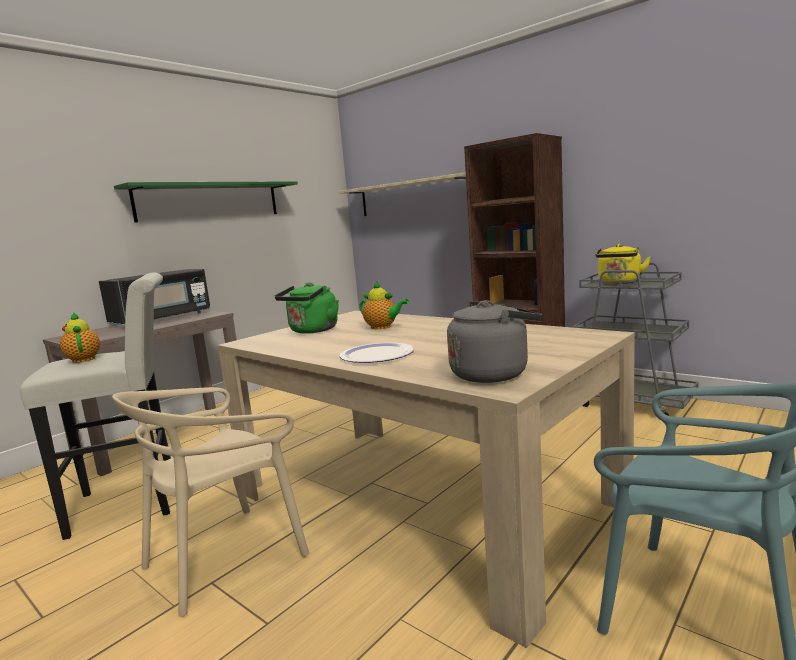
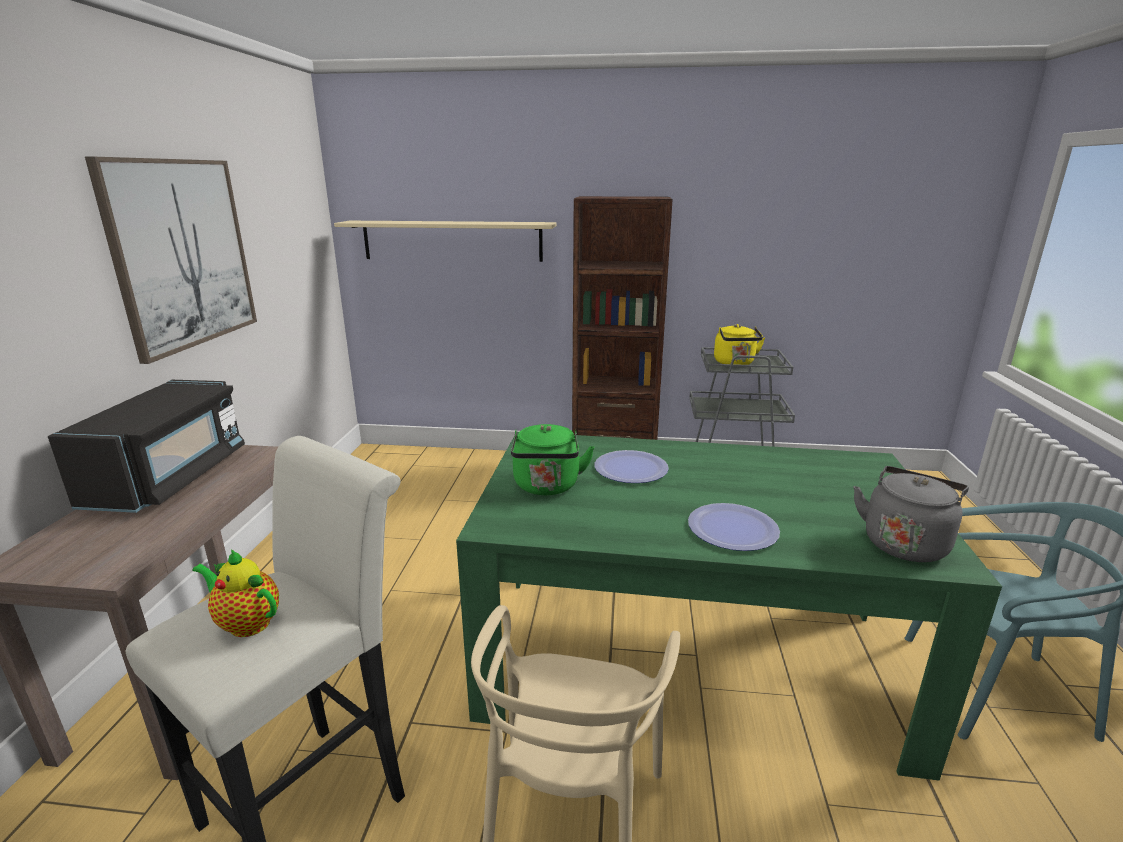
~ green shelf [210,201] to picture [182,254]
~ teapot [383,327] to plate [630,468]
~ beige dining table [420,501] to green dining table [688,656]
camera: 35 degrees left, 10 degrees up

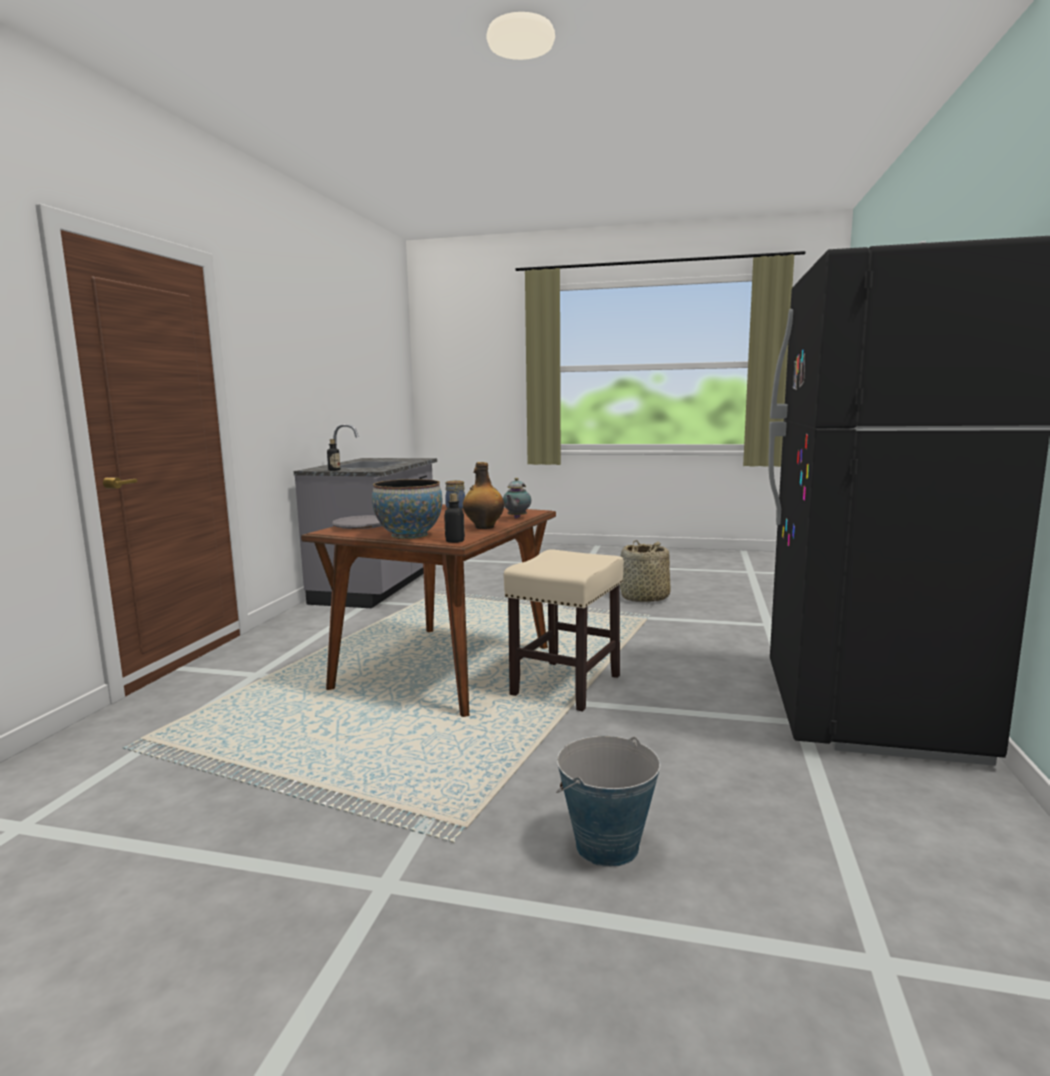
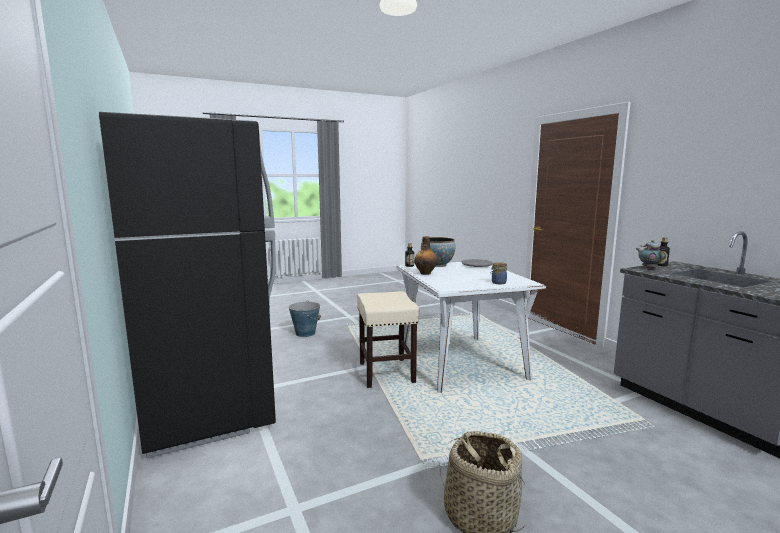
~ teapot [516,518] to [648,268]
~ brown dining table [444,667] to white dining table [461,362]
camera: 140 degrees right, 0 degrees up

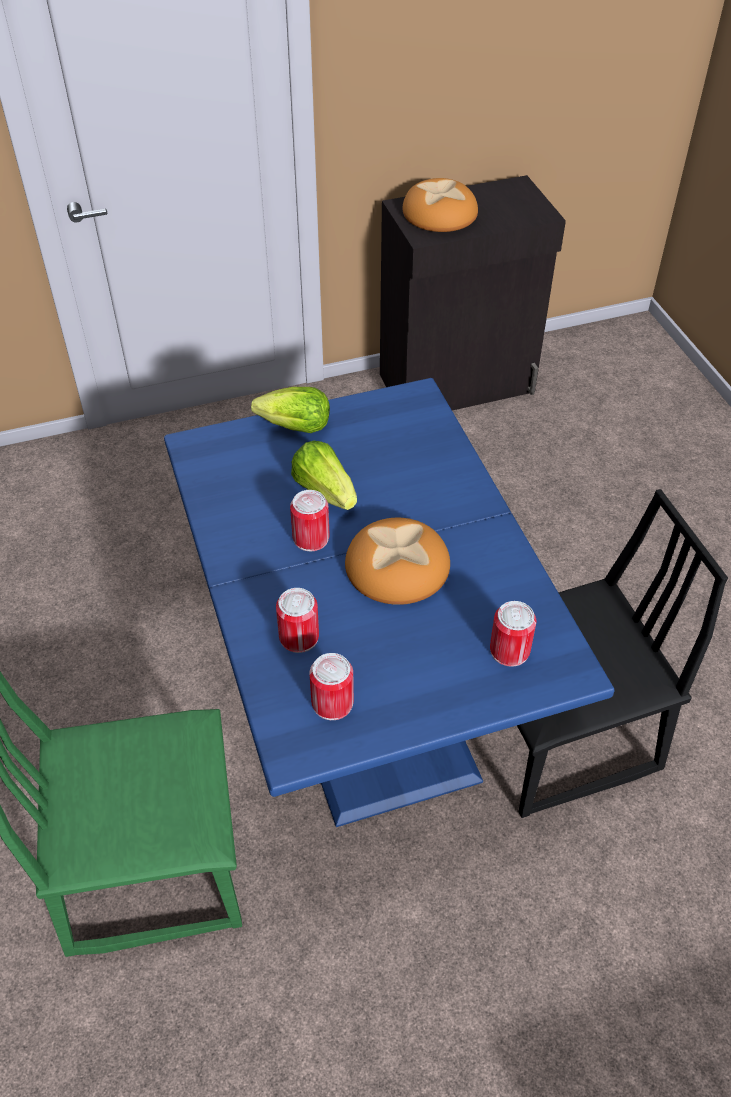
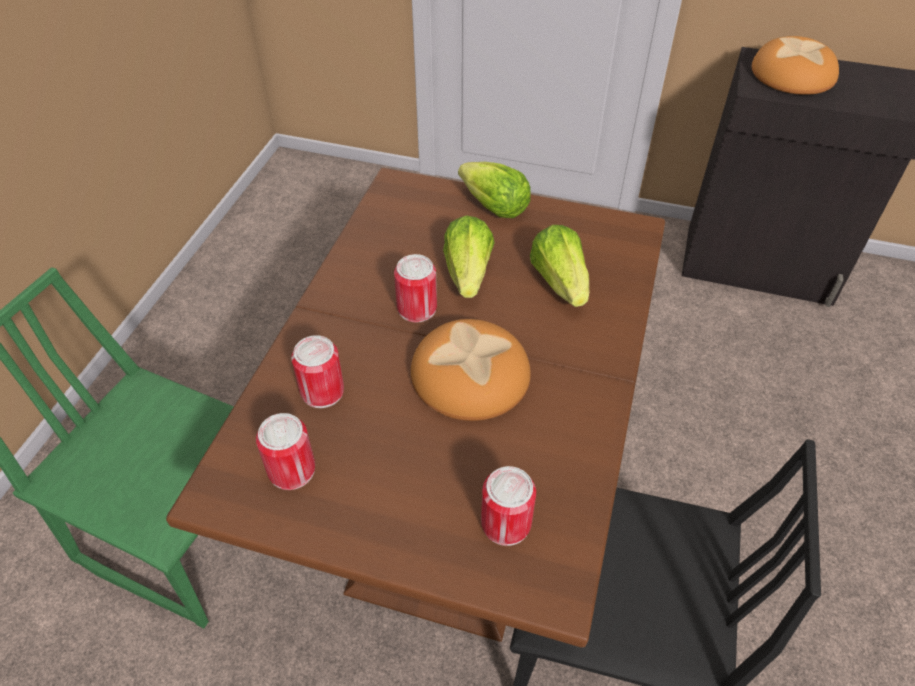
+ lettuce [560,282]
~ blue dining table [365,699] to brown dining table [457,498]
camera: 35 degrees right, 0 degrees up

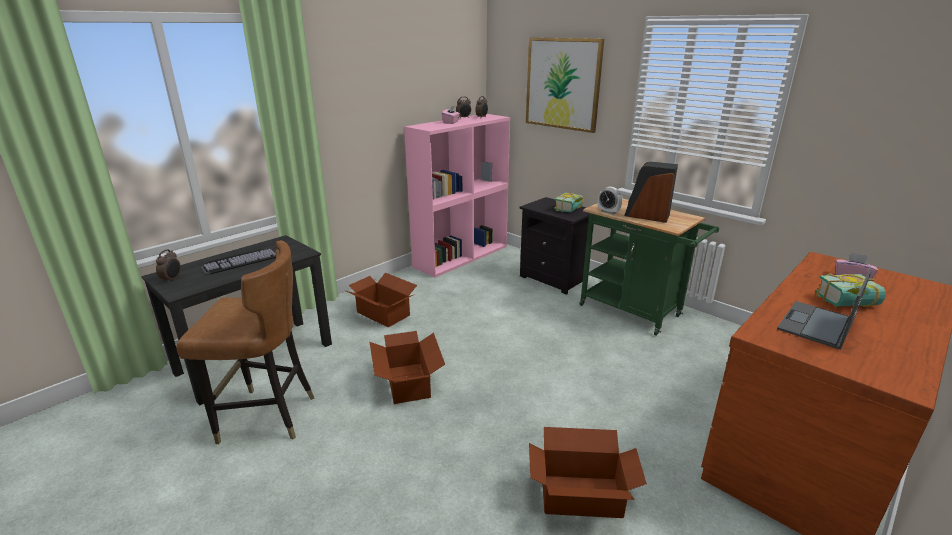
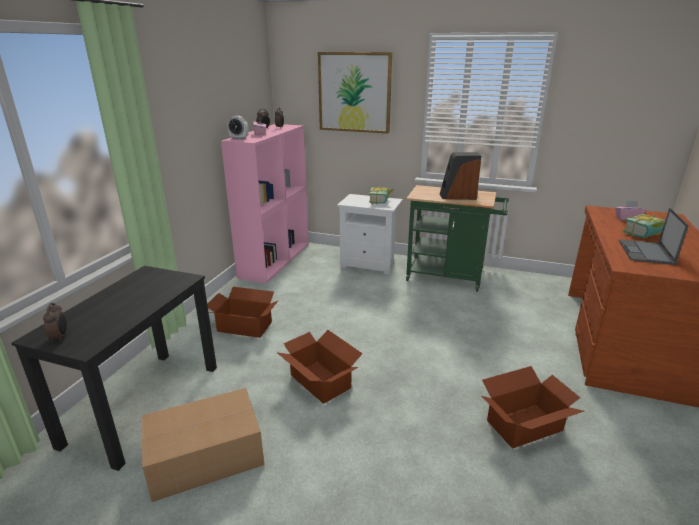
- keyboard [240,260]
~ alarm clock [608,212] to [239,138]
~ brown chair [266,417] to cardboard box [207,456]
~ black nightstand [554,279] to white nightstand [369,264]
camera: 25 degrees left, 0 degrees up

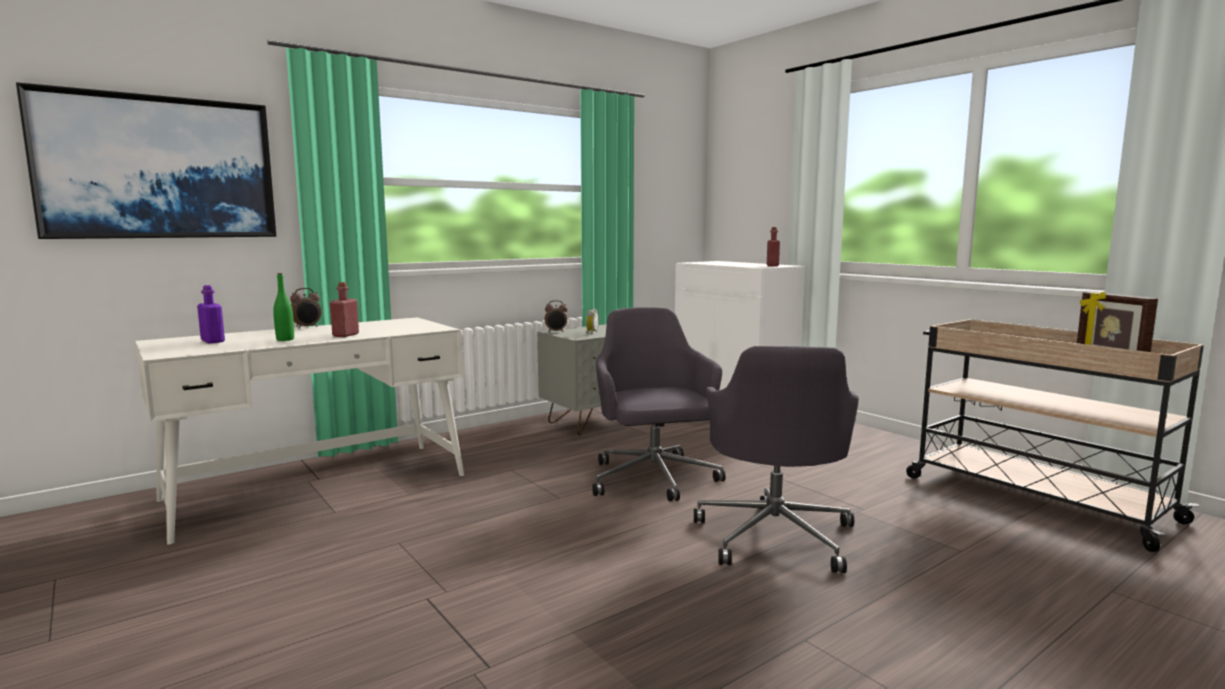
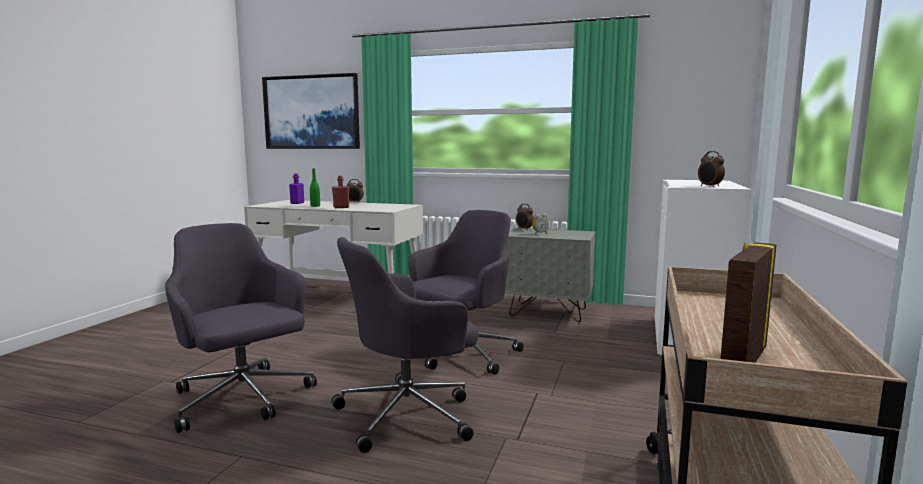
+ grey office chair [243,399]
~ red bottle [772,266] to alarm clock [709,186]
camera: 55 degrees right, 0 degrees up

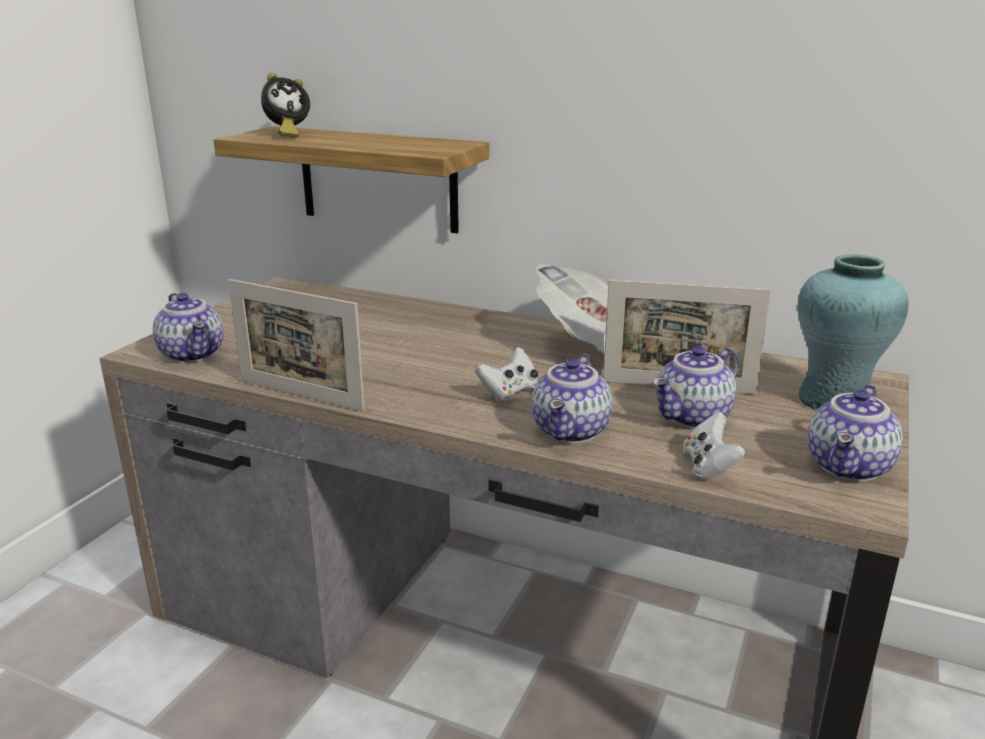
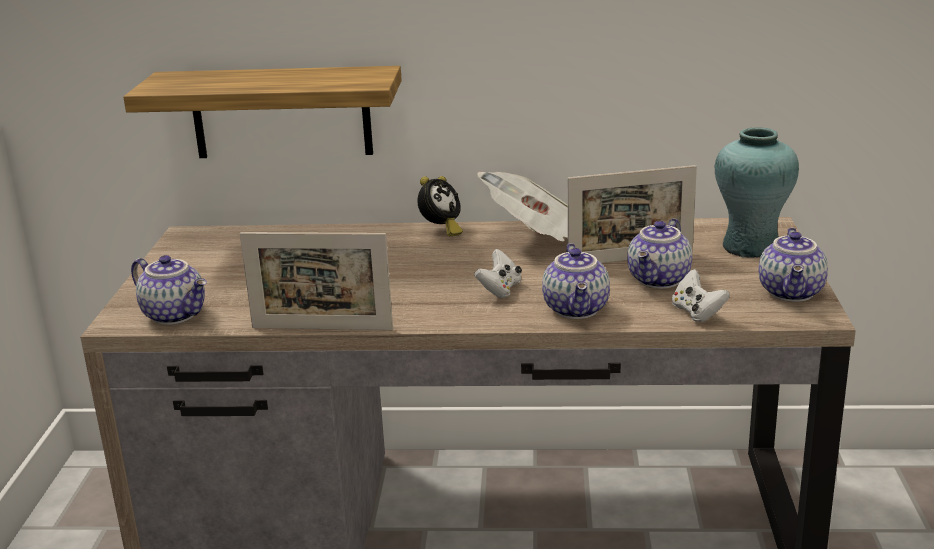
~ alarm clock [287,134] to [441,230]
camera: 20 degrees left, 0 degrees up

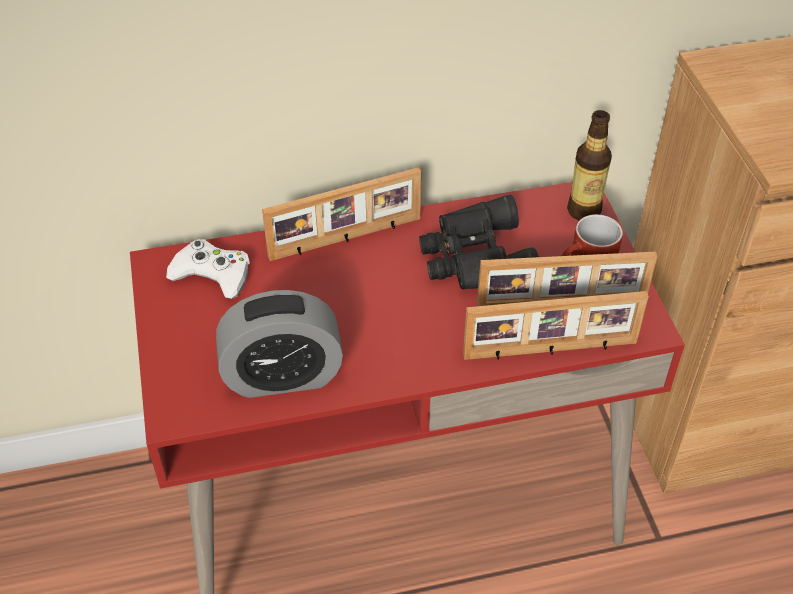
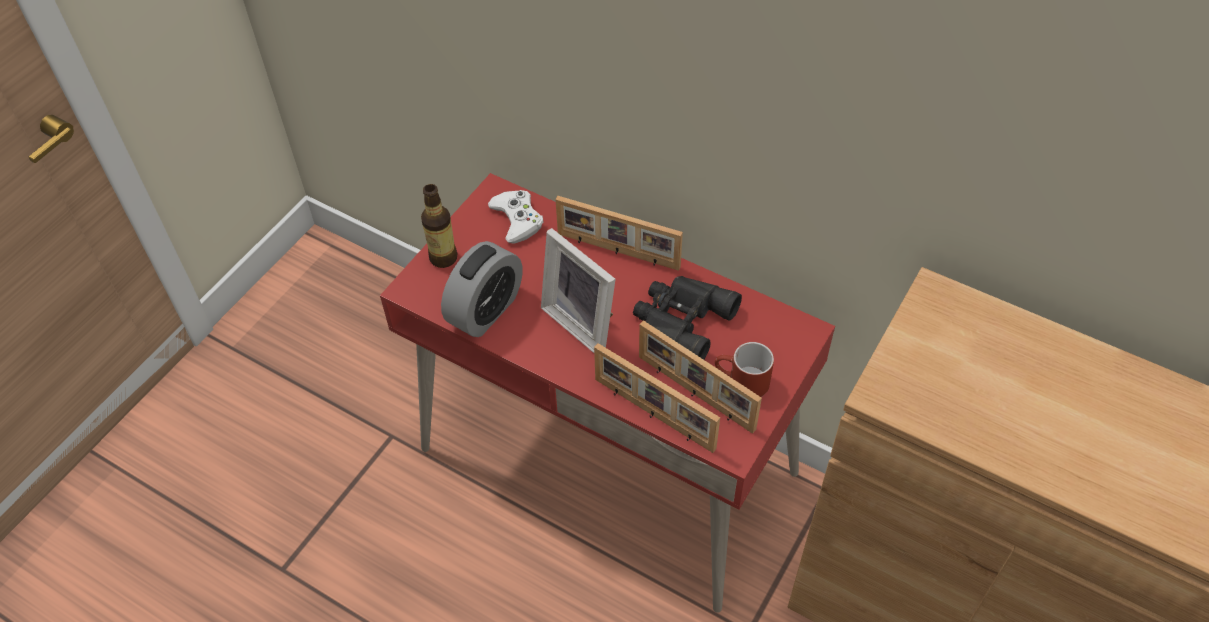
+ picture frame [584,322]
~ bottle [584,211] to [443,258]
~ alarm clock [282,376] = [485,310] 90 degrees counterclockwise
camera: 45 degrees right, 5 degrees up

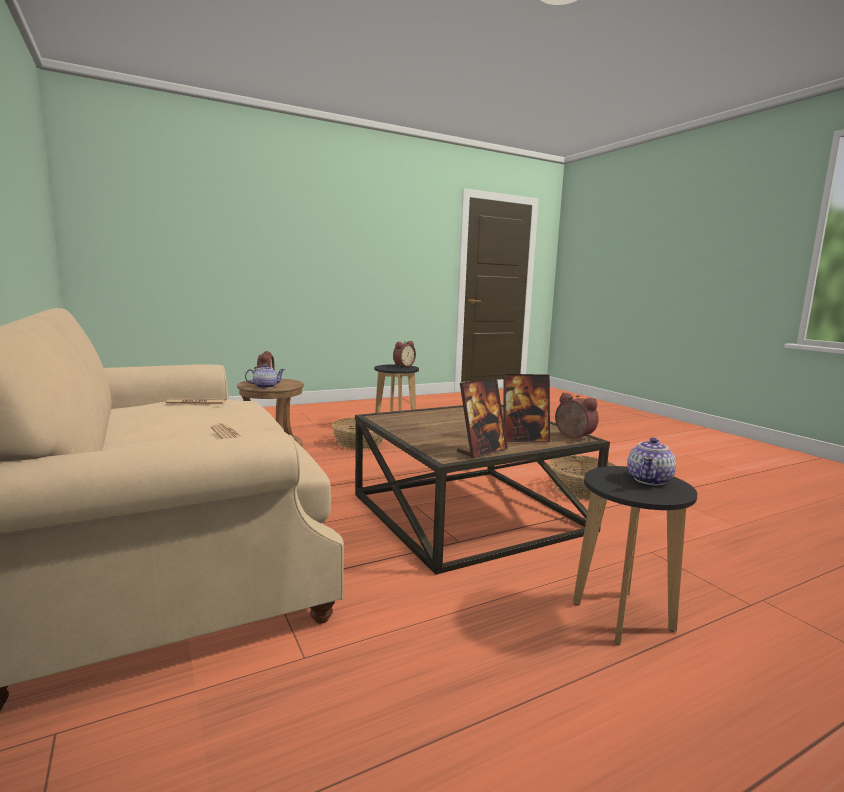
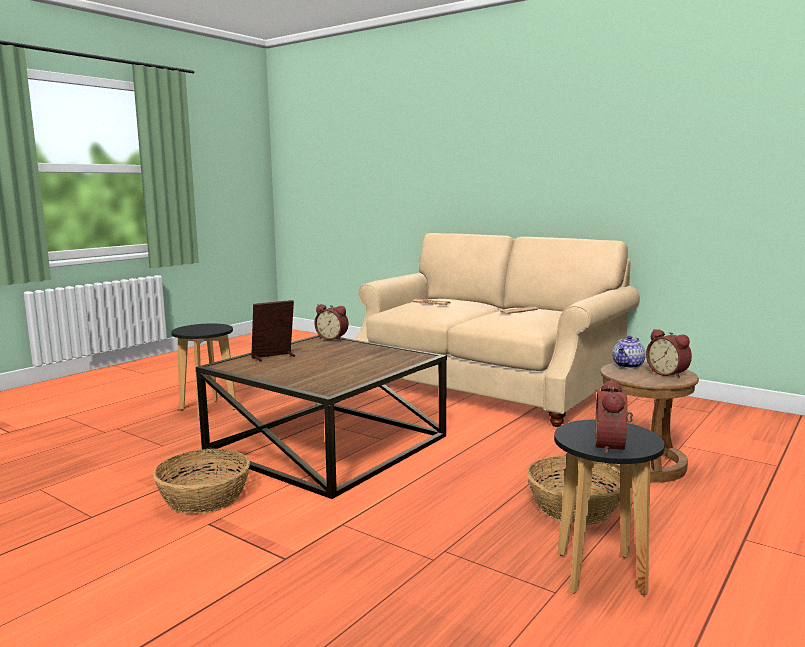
- picture frame [481,451]
- teapot [650,480]
~ alarm clock [573,437] to [332,338]
camera: 155 degrees right, 0 degrees up

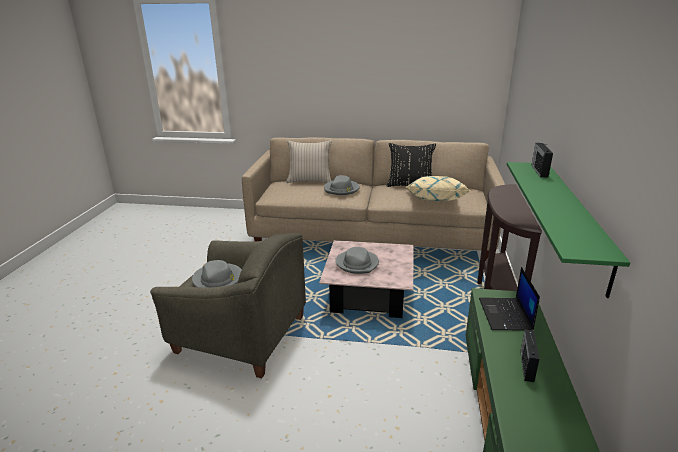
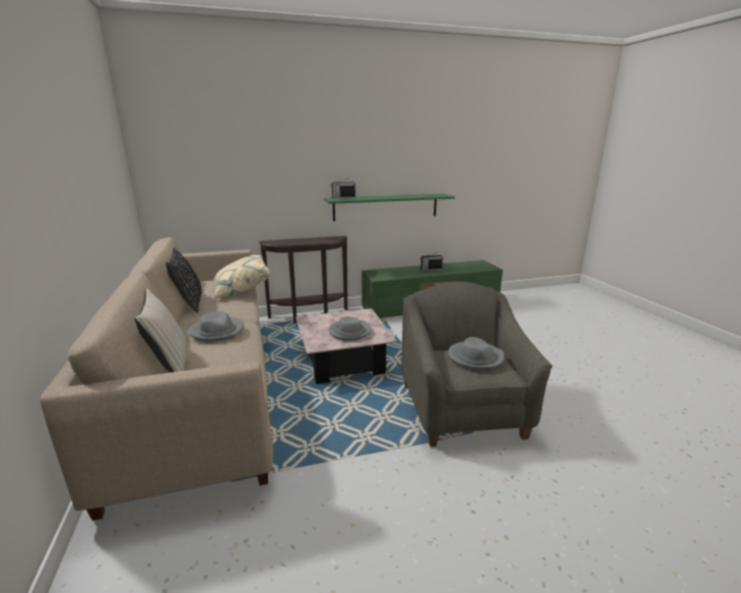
- laptop [506,315]
camera: 115 degrees left, 5 degrees down

